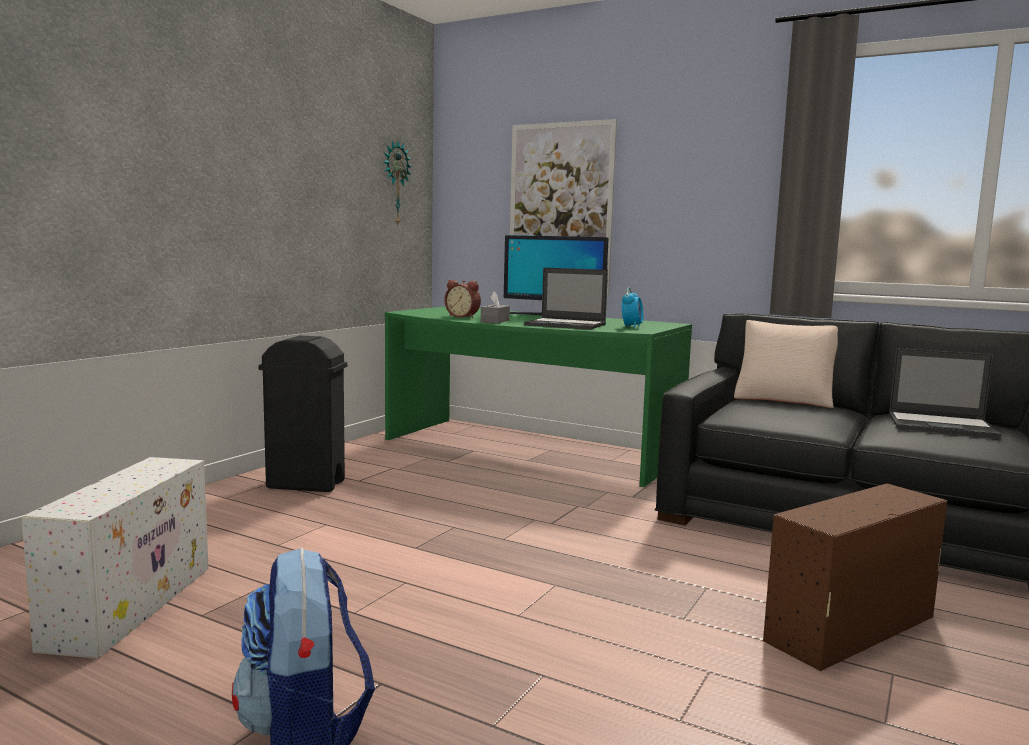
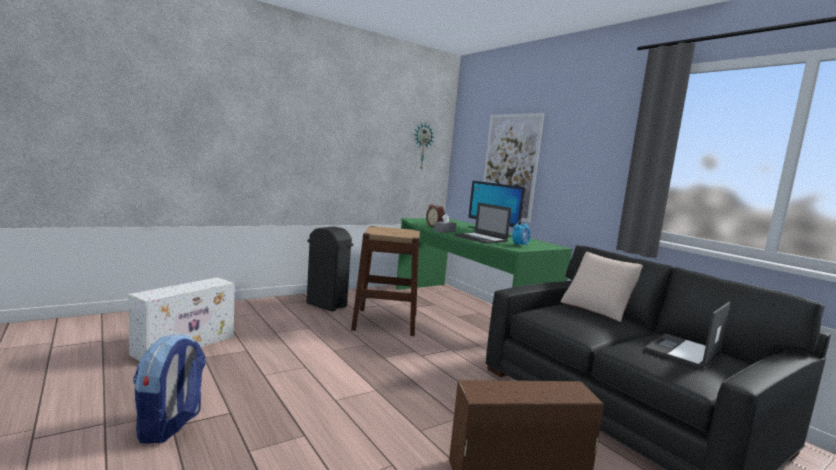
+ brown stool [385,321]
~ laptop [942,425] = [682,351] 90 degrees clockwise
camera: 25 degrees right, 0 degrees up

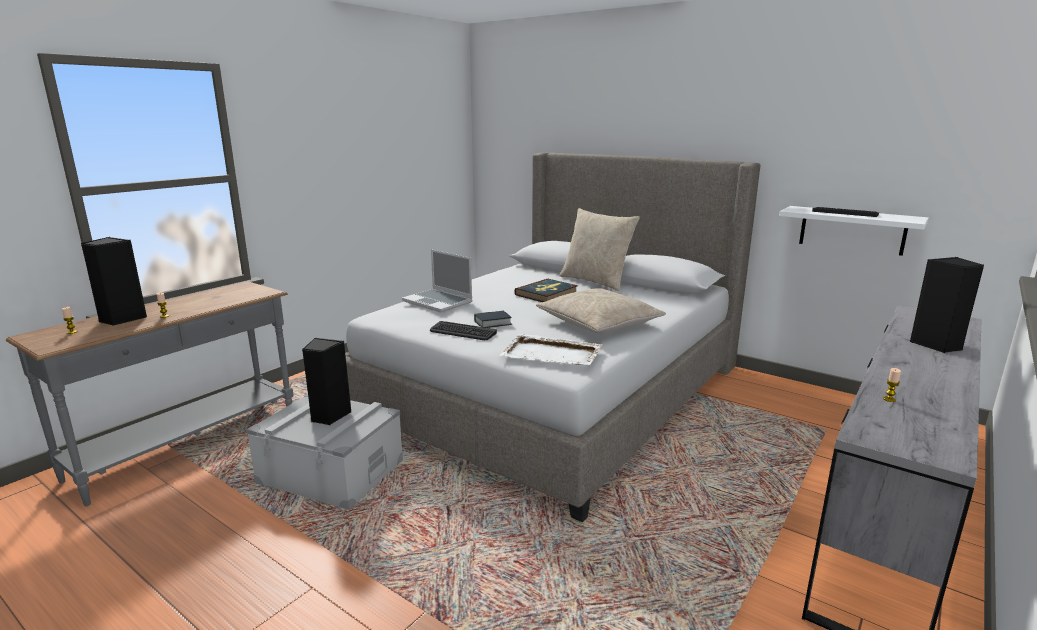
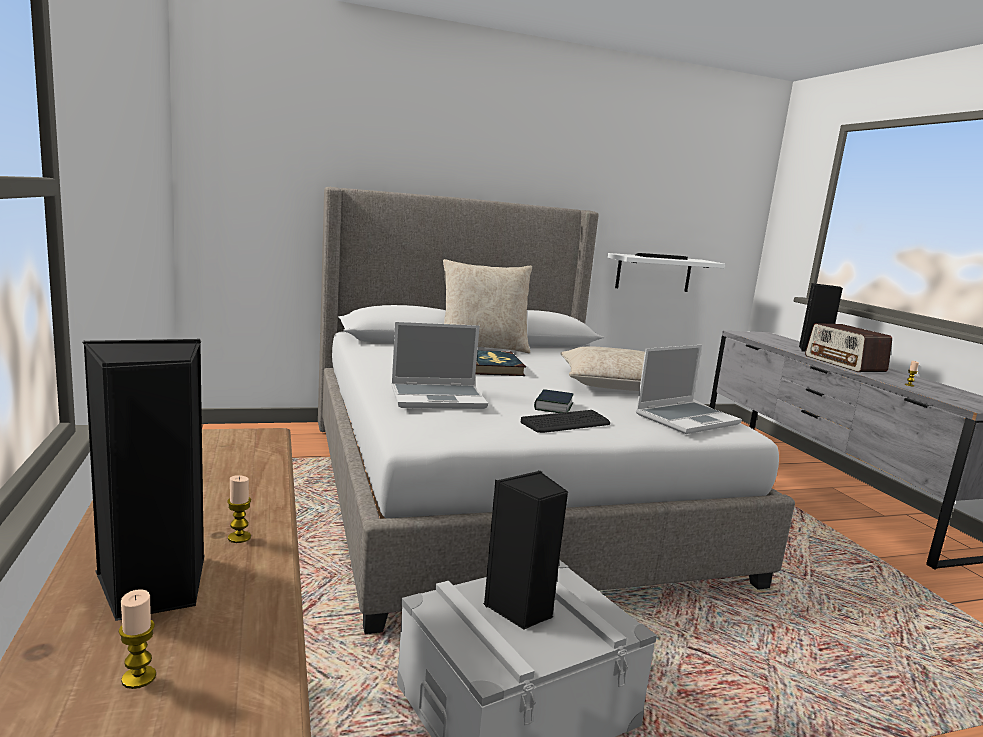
+ radio [844,364]
~ white tray [552,354] to laptop [687,419]
camera: 55 degrees left, 5 degrees down

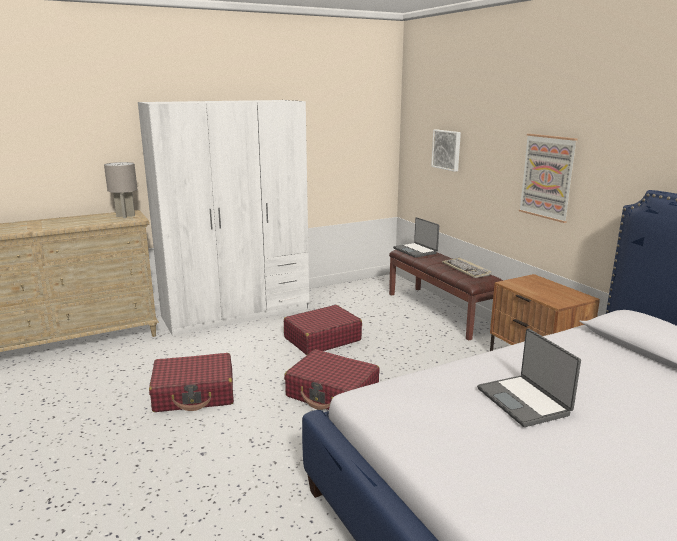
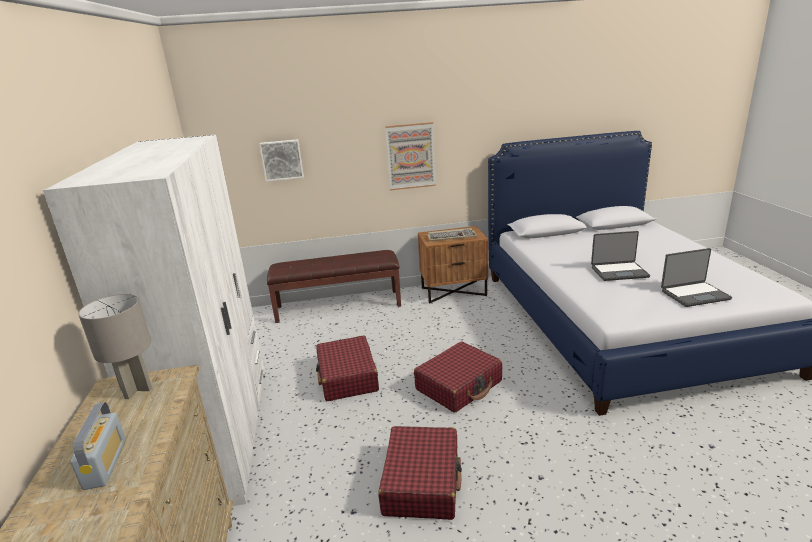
+ radio [105,463]
~ laptop [415,251] to [694,294]
~ keyboard [466,270] to [452,236]
camera: 70 degrees left, 5 degrees up

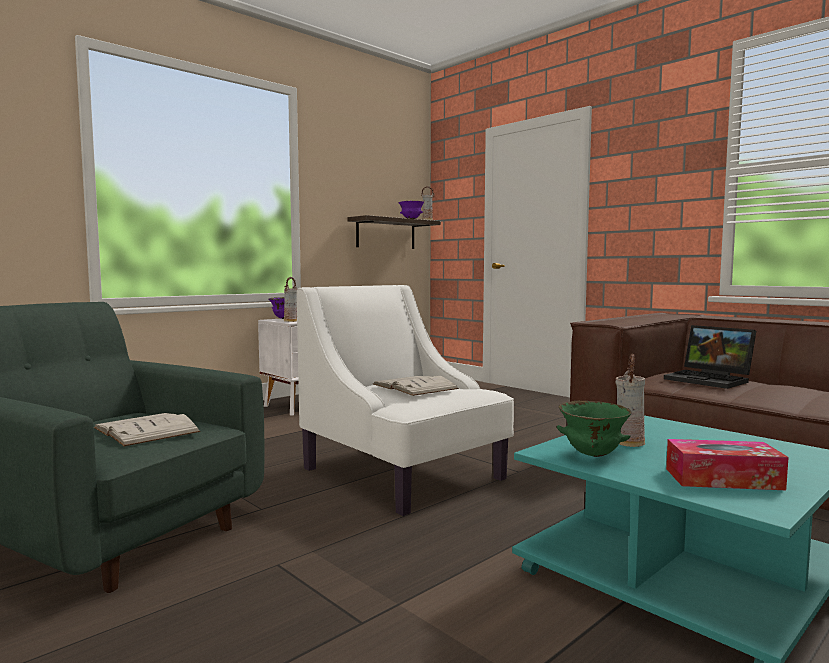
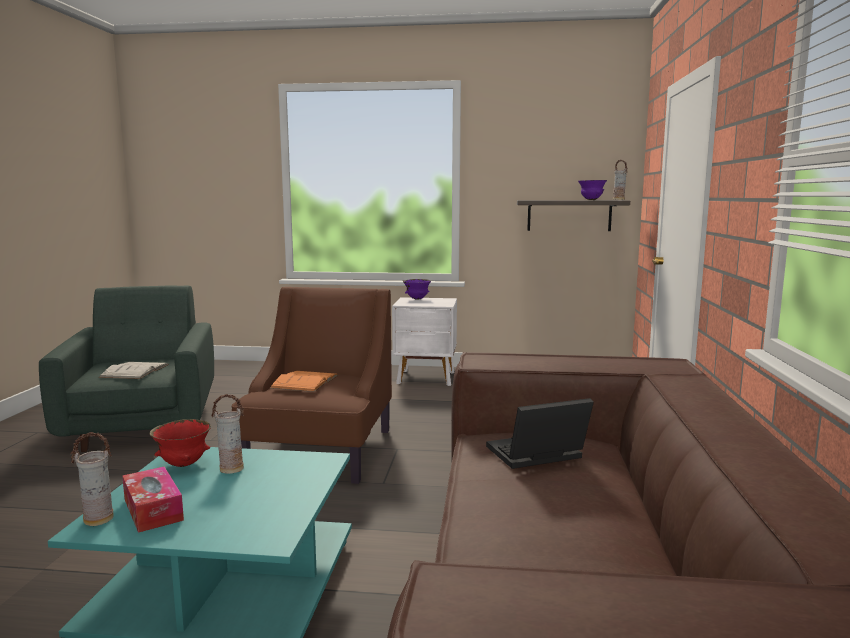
~ vase [291,321] to [98,520]
~ white armchair [403,474] to brown armchair [320,451]
~ white book [414,386] to orange book [305,381]
~ green bowl [592,455] to red bowl [184,464]
~ laptop [710,380] = [535,456] 60 degrees clockwise
camera: 50 degrees right, 5 degrees up

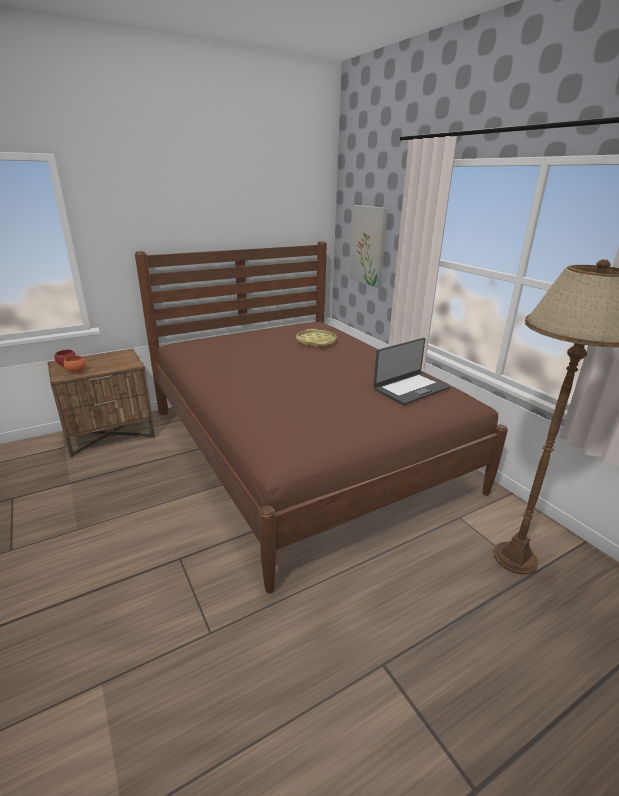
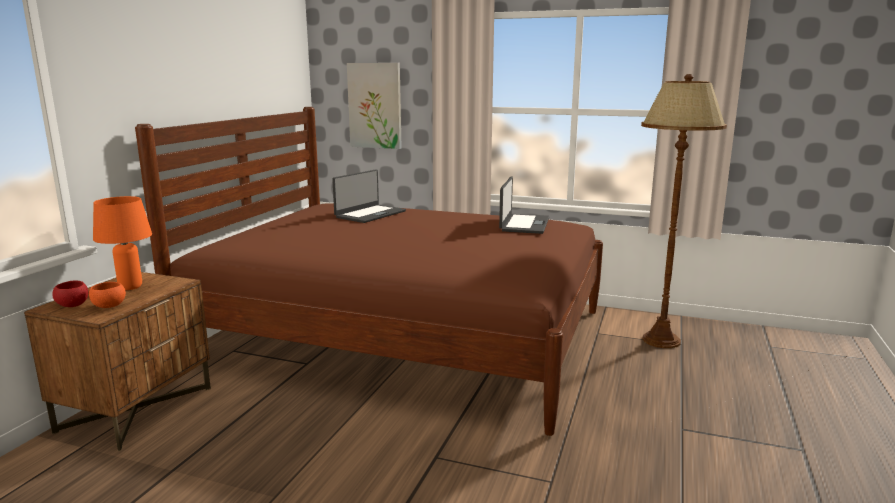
+ orange table lamp [131,287]
~ yellow tray [316,341] to laptop [370,214]
camera: 40 degrees left, 10 degrees down

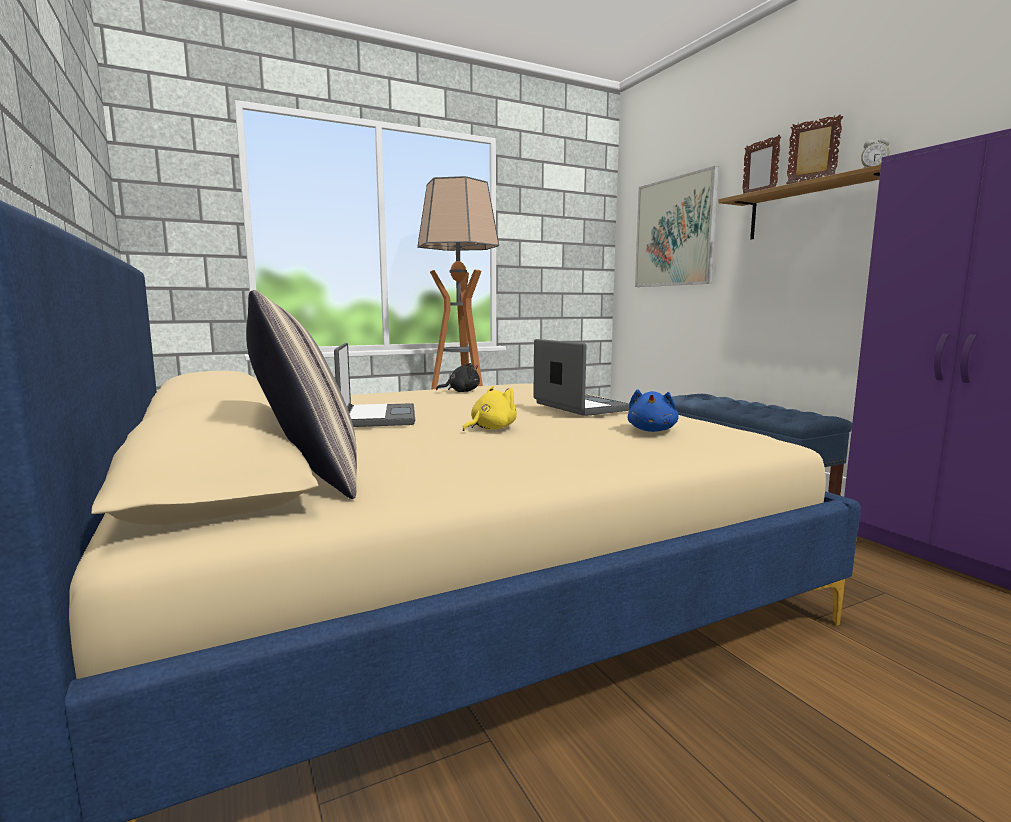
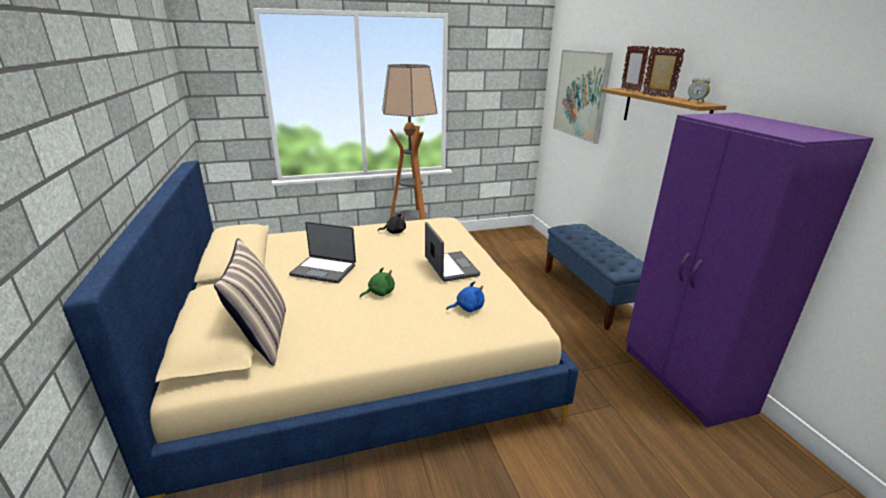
~ yellow plush toy [490,428] to green plush toy [379,293]
~ laptop [376,417] = [324,270] 105 degrees clockwise
~ blue plush toy [652,430] = [467,308] 135 degrees counterclockwise
camera: 10 degrees right, 15 degrees up

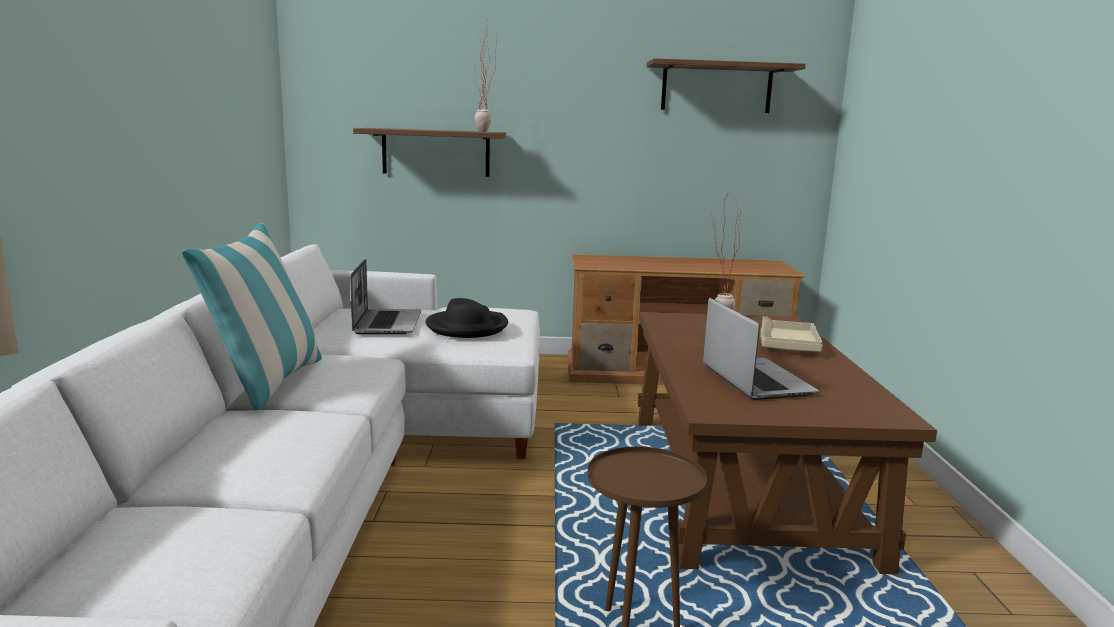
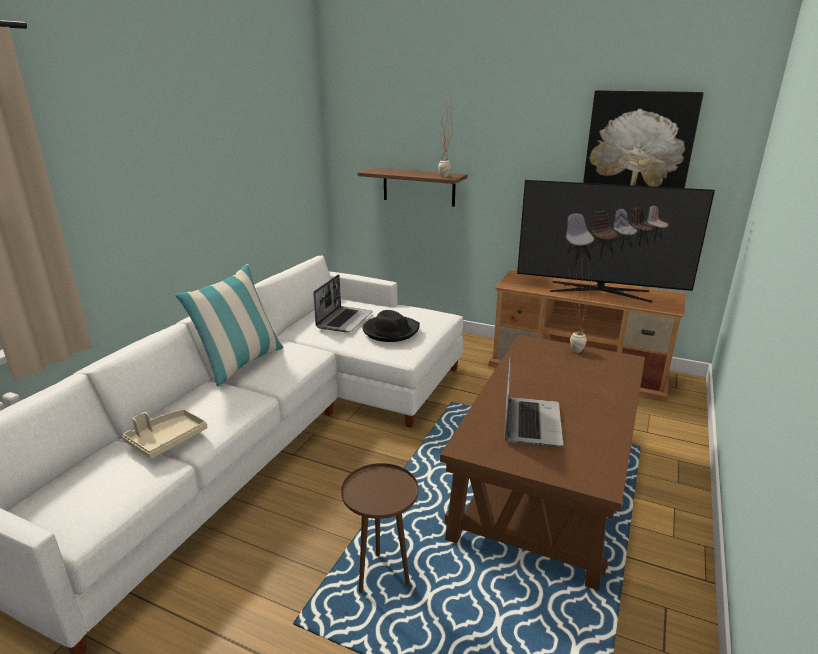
+ television [599,291]
~ beige tray [787,346] to [166,440]
~ shelf [716,88] to picture [639,143]
camera: 25 degrees right, 10 degrees up

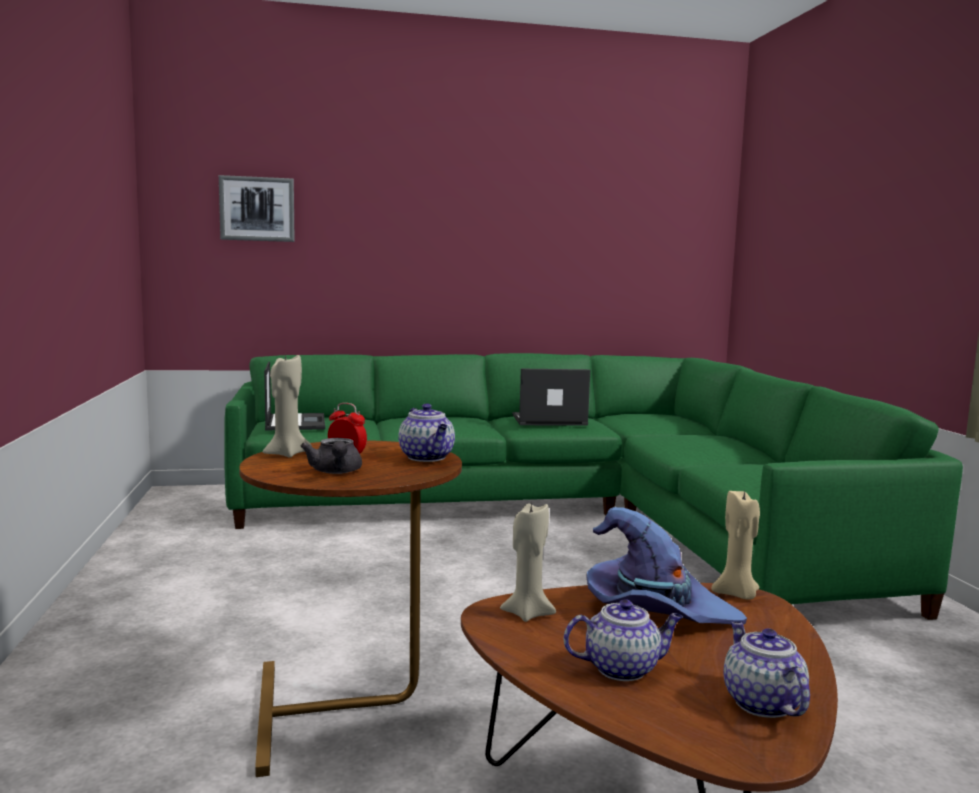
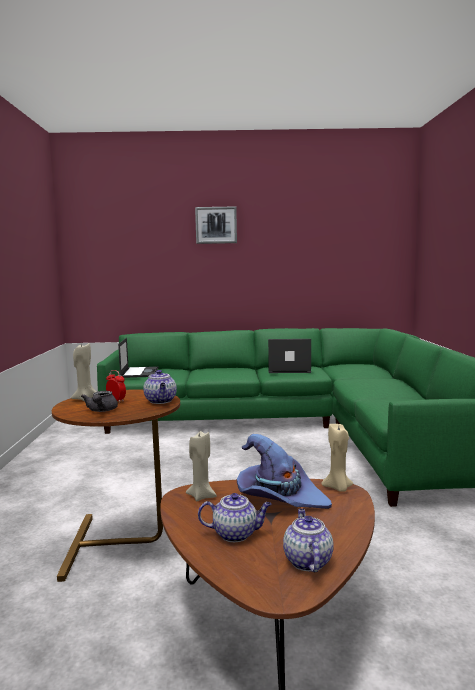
~ picture [257,209] to [216,225]
camera: 10 degrees right, 0 degrees up

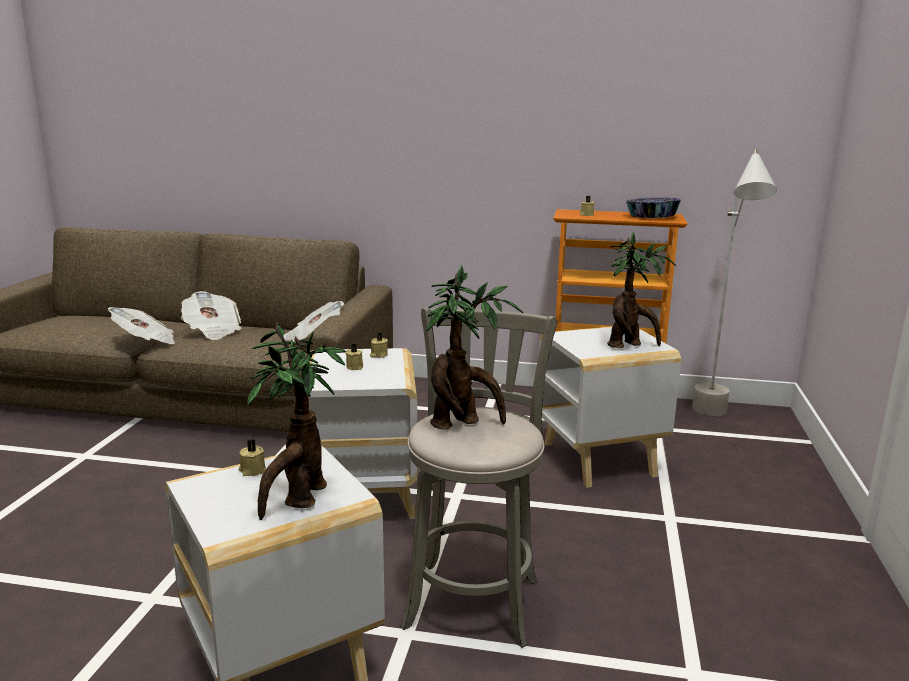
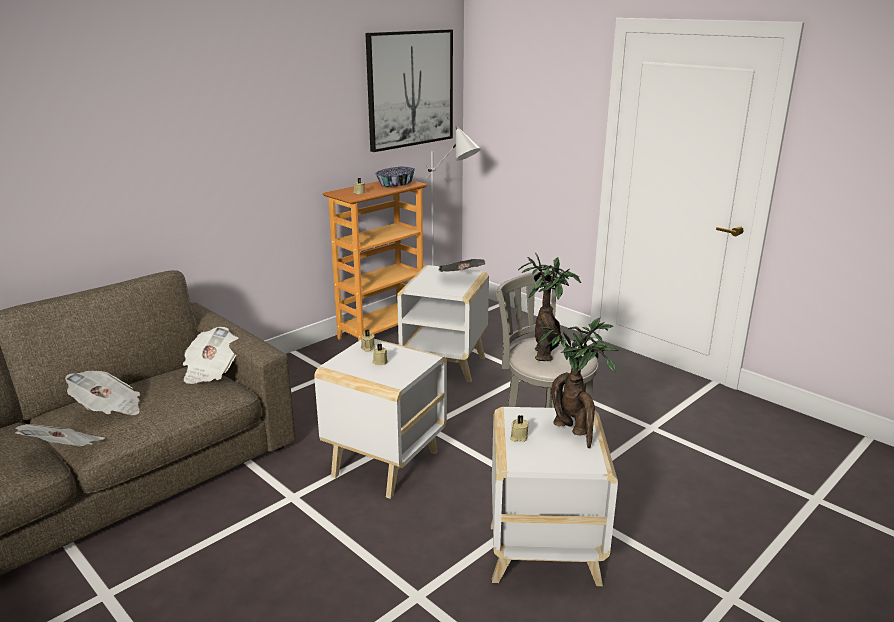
+ picture [410,89]
~ potted plant [629,346] to newspaper [461,278]
camera: 55 degrees left, 5 degrees up

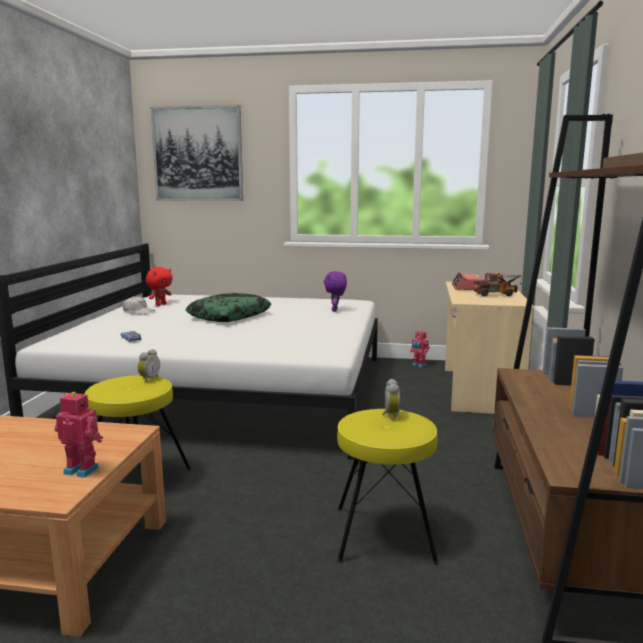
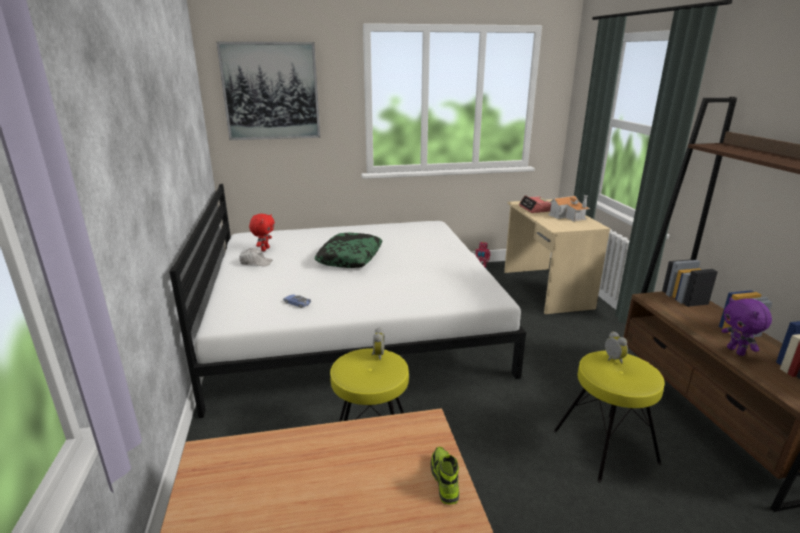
~ purple plush toy [335,310] to [736,351]
~ toy robot [83,469] to shoe [444,480]
~ toy truck [497,294] to toy house [568,216]
camera: 20 degrees left, 10 degrees up

